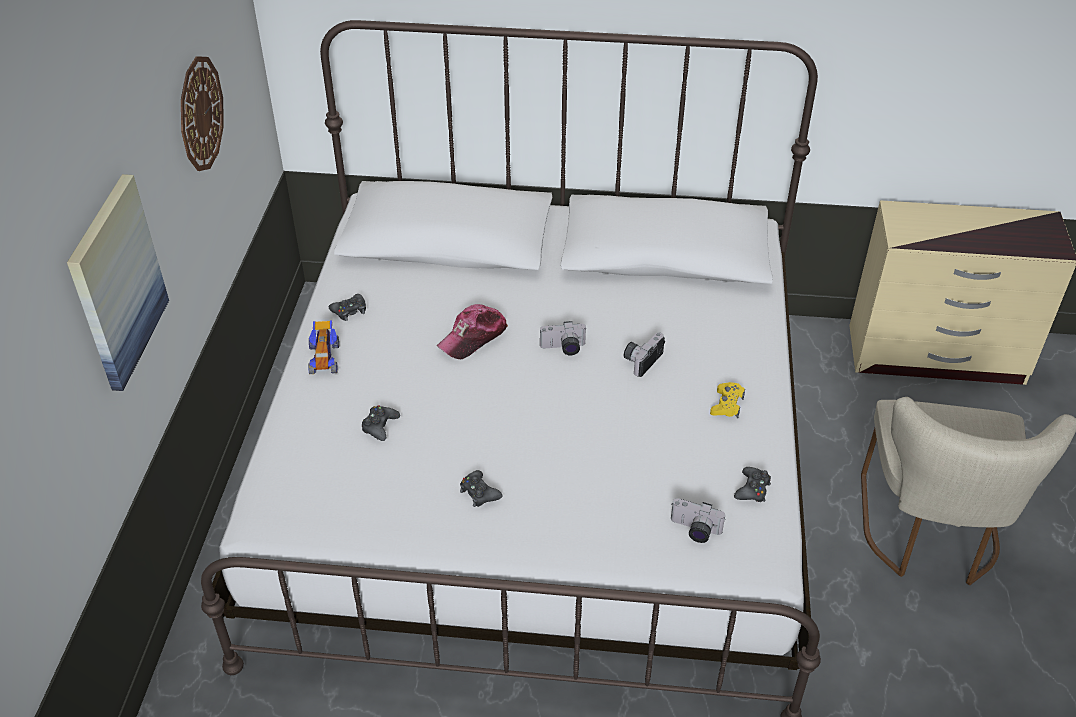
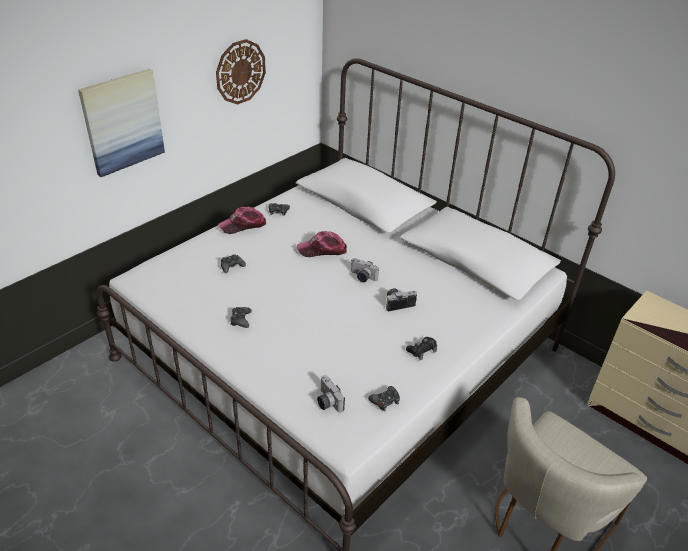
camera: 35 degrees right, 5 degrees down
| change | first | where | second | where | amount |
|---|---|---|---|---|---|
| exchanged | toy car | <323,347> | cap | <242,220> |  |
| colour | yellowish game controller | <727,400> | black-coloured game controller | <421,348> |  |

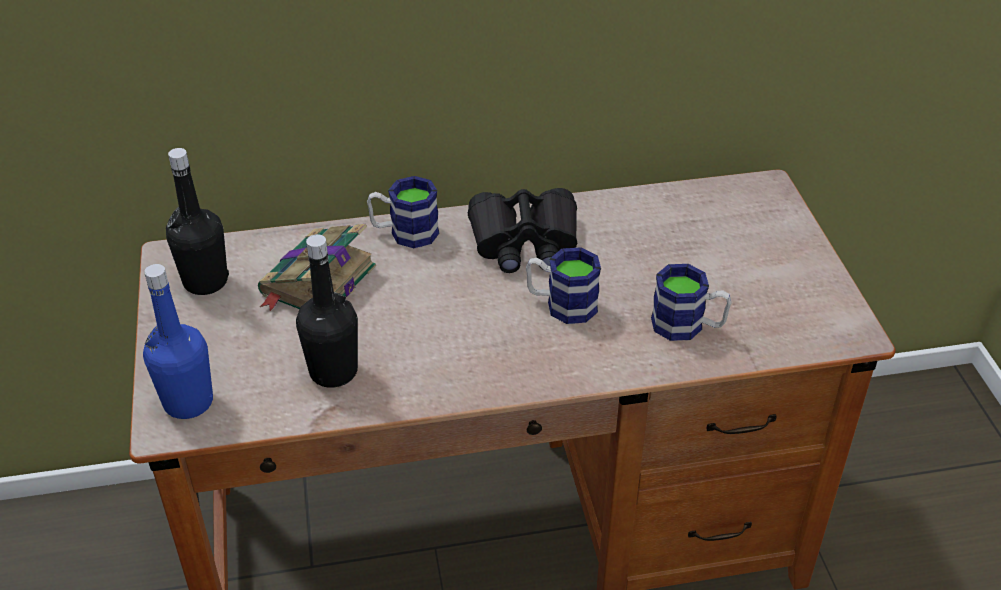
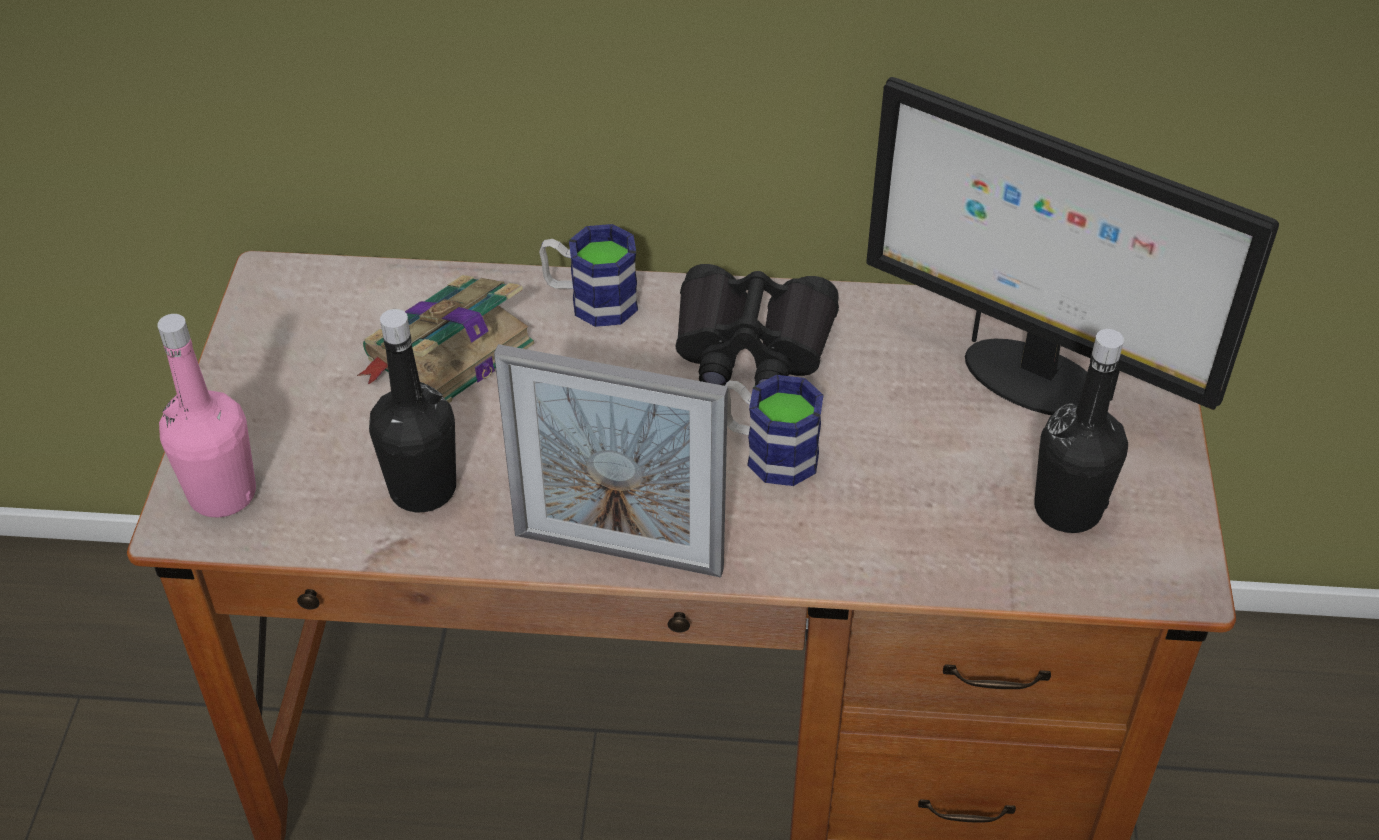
camera: 15 degrees right, 5 degrees up
| change | first | where | second | where | amount |
|---|---|---|---|---|---|
| missing | mug | <691,302> |  |  |  |
| appeared |  |  | standing frame | <611,461> |  |
| appeared |  |  | monitor | <1072,246> |  |
| relocated | black-coloured bottle | <197,221> |  | <1081,431> |  |
| colour | bluish bottle | <178,341> | pink-coloured bottle | <206,416> |  |

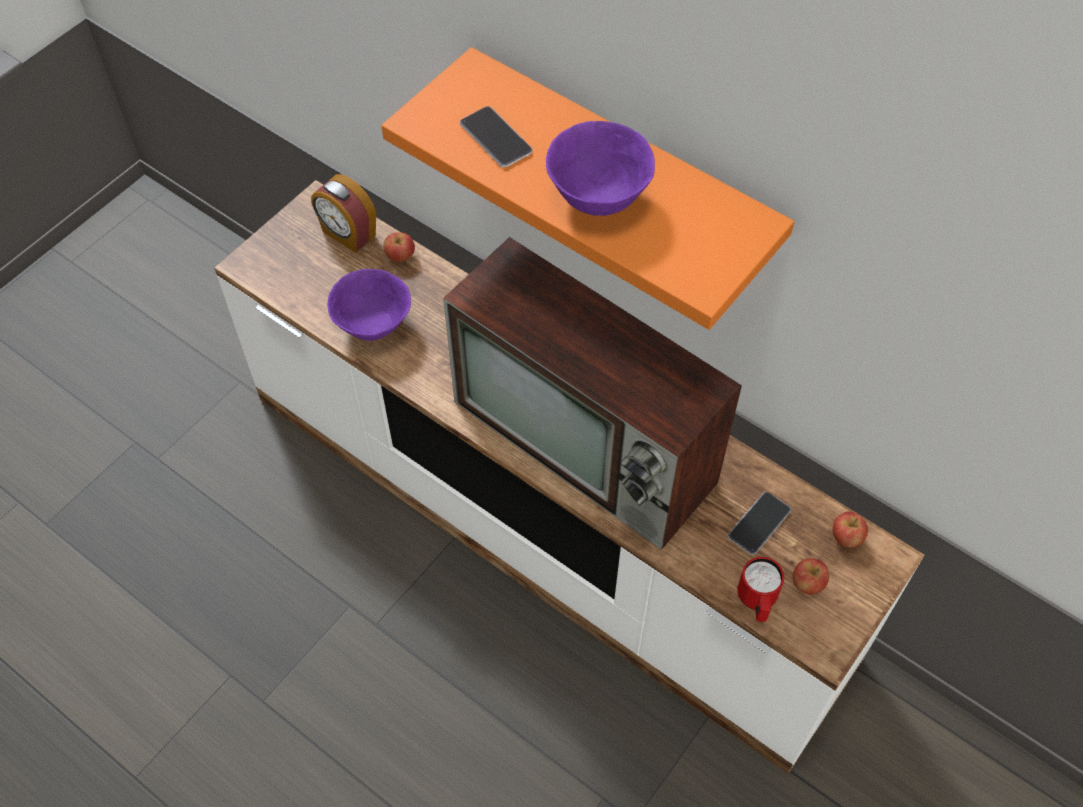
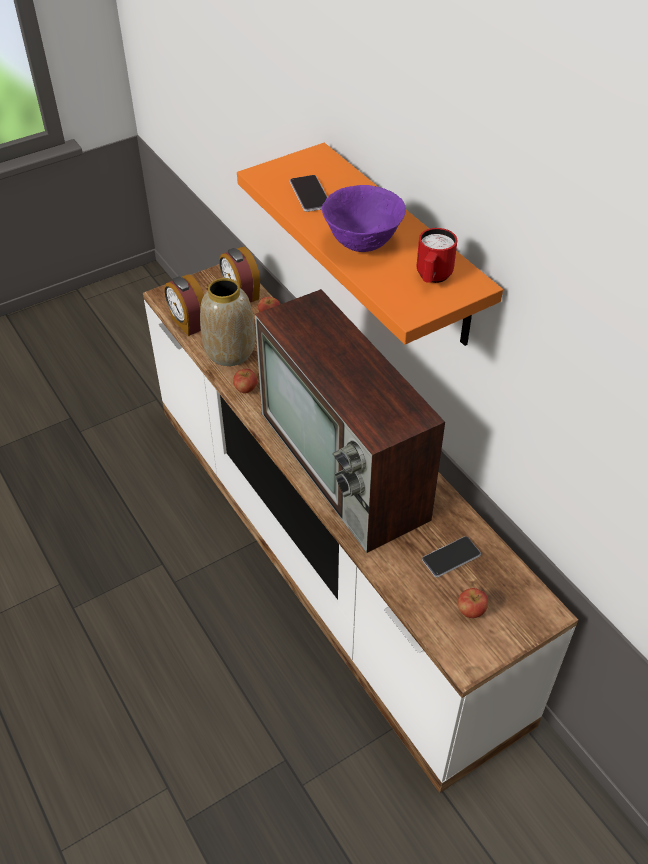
camera: 20 degrees right, 10 degrees down
| change | first | where | second | where | amount |
|---|---|---|---|---|---|
| appeared |  |  | bedside clock | <184,305> |  |
| relocated | red mug | <761,589> |  | <437,255> |  |
| relocated | apple fruit | <850,529> |  | <245,381> |  |
| exchanged | purple bowl | <369,305> | decorative vase | <227,322> |  |

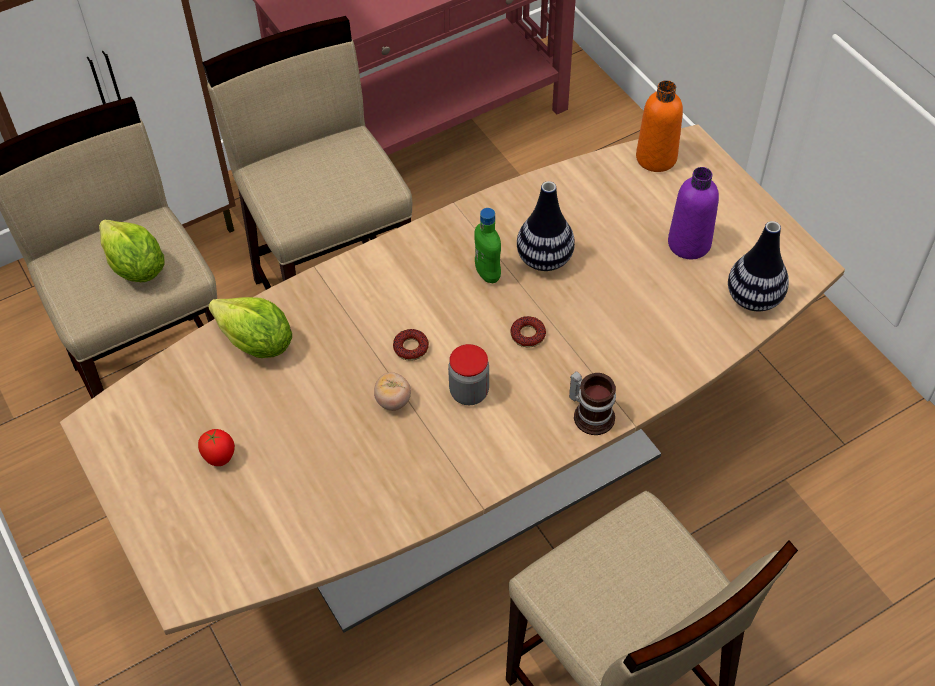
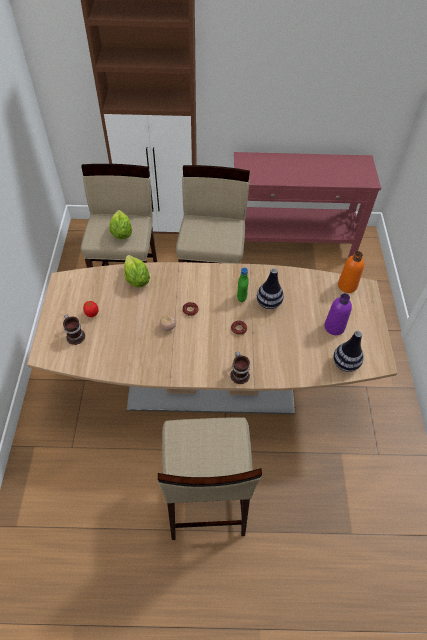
camera: 30 degrees right, 0 degrees up
| change | first | where | second | where | amount |
|---|---|---|---|---|---|
| missing | jar | <468,374> |  |  |  |
| appeared |  |  | mug | <74,330> |  |

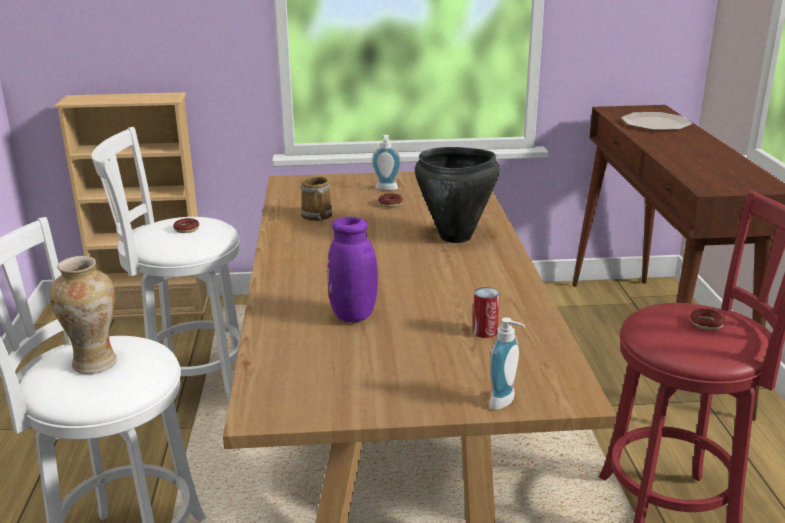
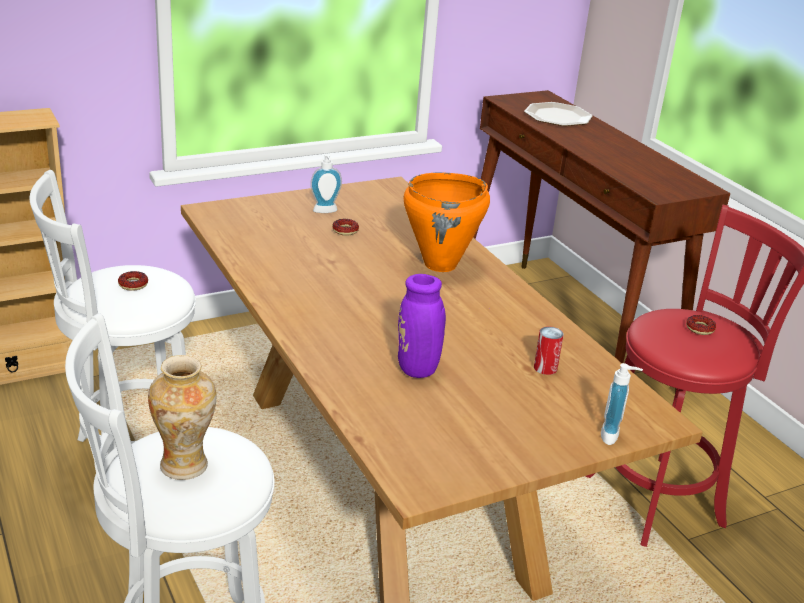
camera: 25 degrees left, 5 degrees up
| change | first | where | second | where | amount |
|---|---|---|---|---|---|
| missing | mug | <316,198> |  |  |  |
| colour | black-coloured stockpot | <457,195> | orange stockpot | <447,222> |  |

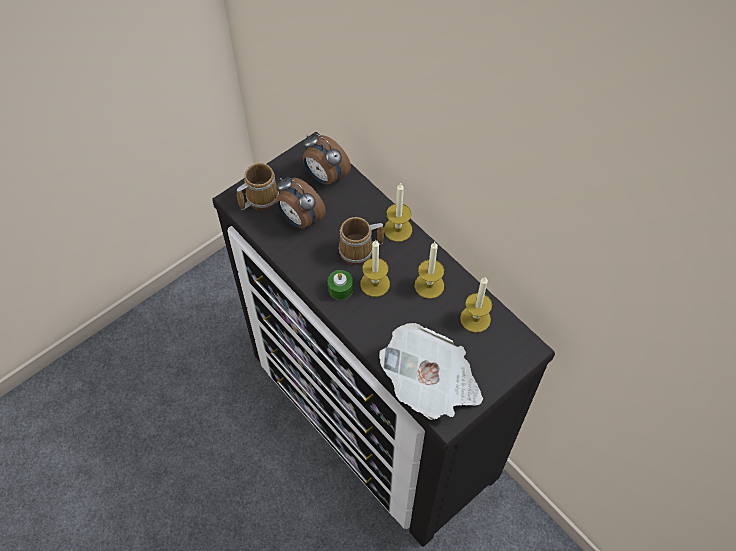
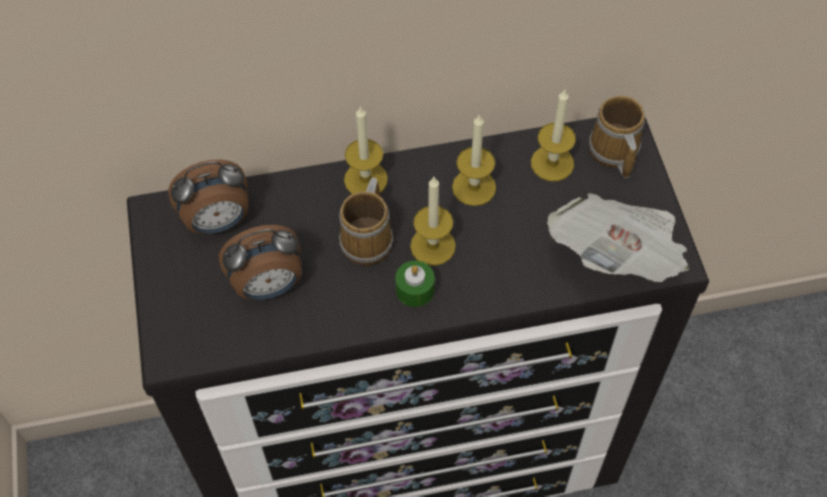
camera: 60 degrees left, 0 degrees up
| change | first | where | second | where | amount |
|---|---|---|---|---|---|
| relocated | mug | <258,186> |  | <617,136> |  |

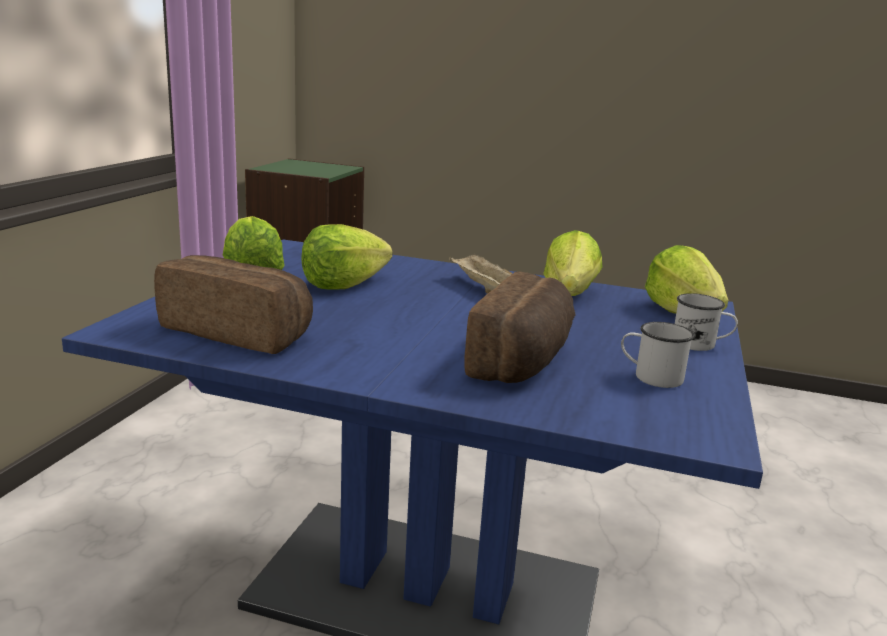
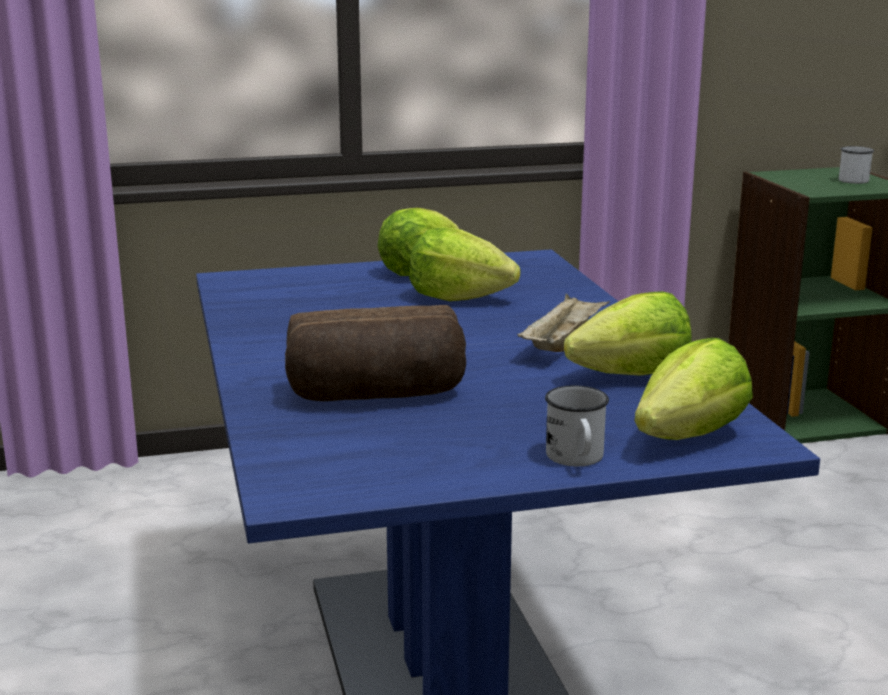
camera: 60 degrees right, 0 degrees up
| change | first | where | second | where | amount |
|---|---|---|---|---|---|
| missing | bakery bread | <233,304> |  |  |  |
| relocated | whitish mug | <657,355> |  | <856,165> |  |

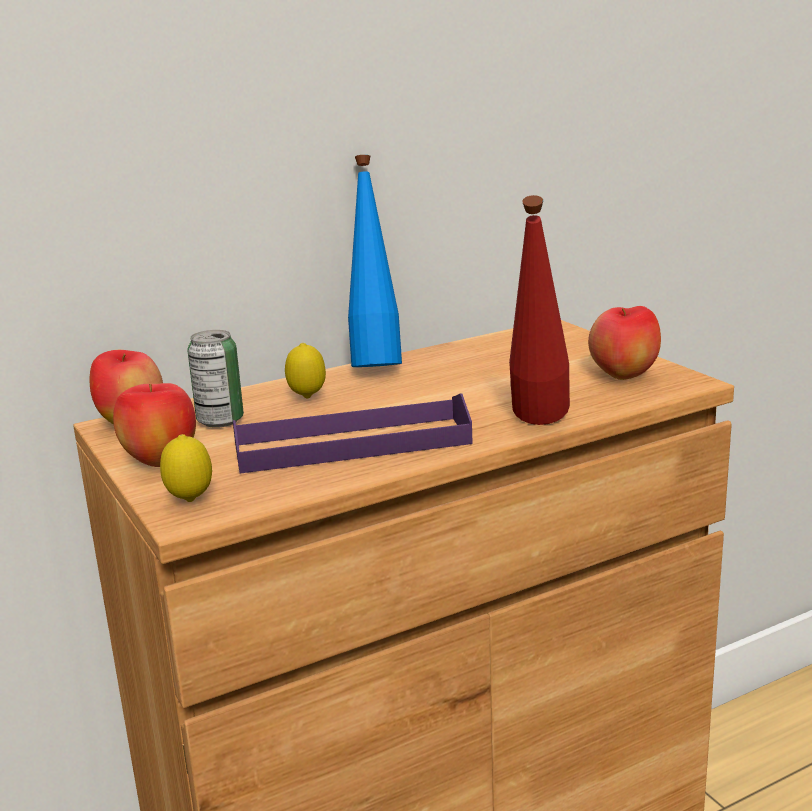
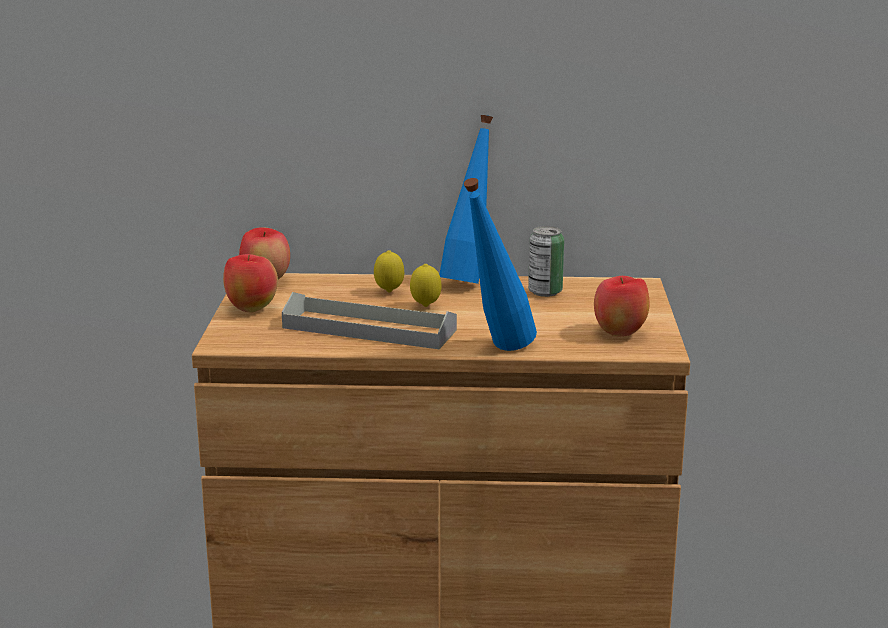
camera: 30 degrees right, 0 degrees up
| change | first | where | second | where | amount |
|---|---|---|---|---|---|
| relocated | lemon | <186,468> |  | <426,285> |  |
| relocated | metal can | <215,379> |  | <546,261> |  |
| colour | purple tray | <353,433> | greyish tray | <369,320> |  |
| colour | red bottle | <539,310> | bluish bottle | <500,264> |  |

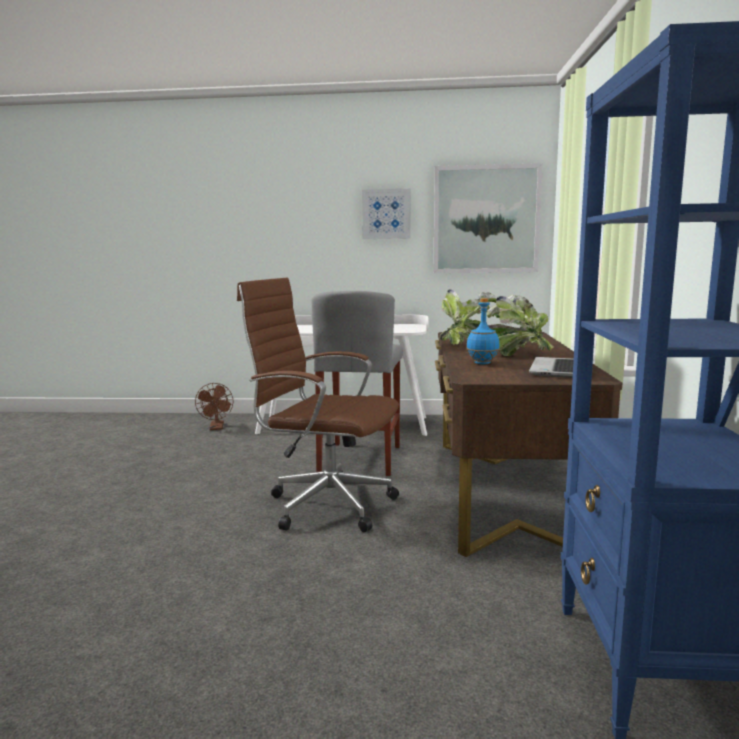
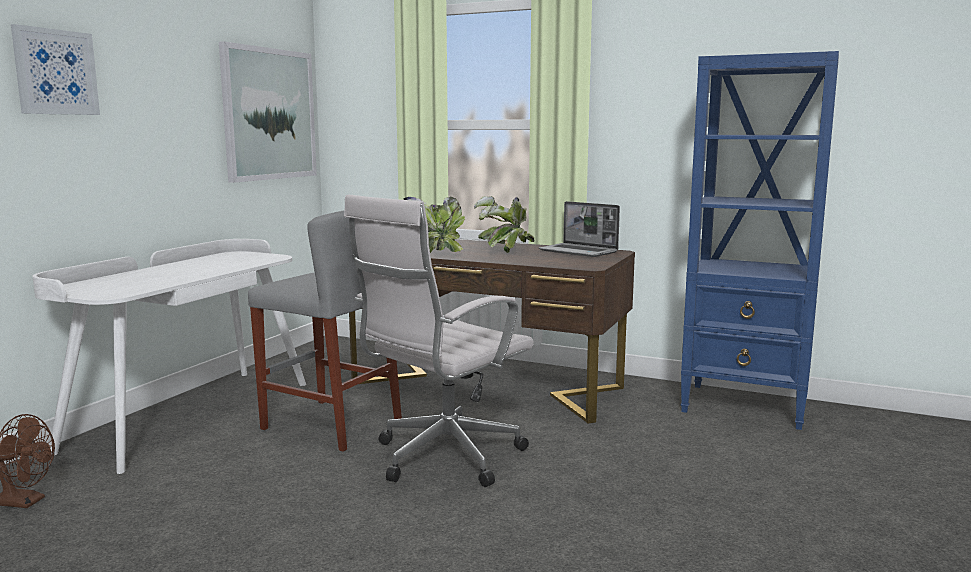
camera: 70 degrees left, 0 degrees up
| change | first | where | second | where | amount |
|---|---|---|---|---|---|
| missing | bluish bottle | <483,331> |  |  |  |
| relocated | wall art | <386,214> |  | <55,69> |  |
| colour | brownish computer chair | <318,405> | whitish computer chair | <439,341> |  |

